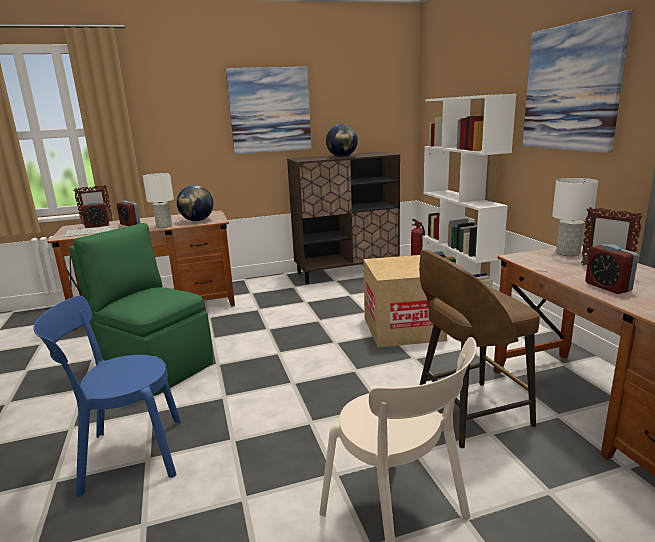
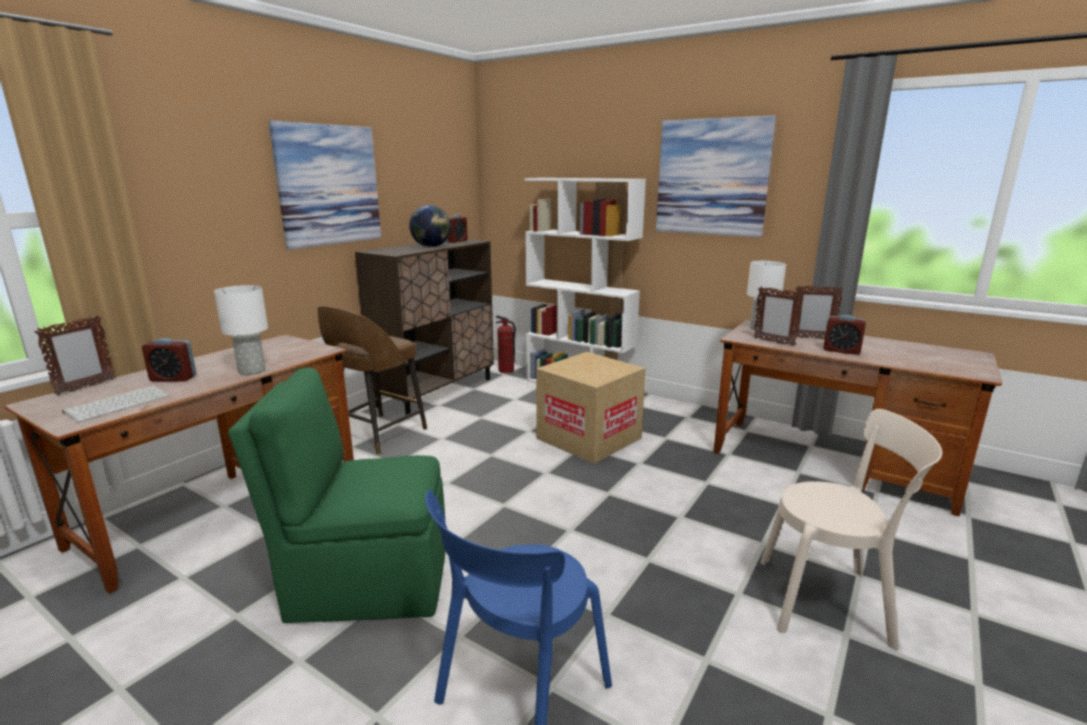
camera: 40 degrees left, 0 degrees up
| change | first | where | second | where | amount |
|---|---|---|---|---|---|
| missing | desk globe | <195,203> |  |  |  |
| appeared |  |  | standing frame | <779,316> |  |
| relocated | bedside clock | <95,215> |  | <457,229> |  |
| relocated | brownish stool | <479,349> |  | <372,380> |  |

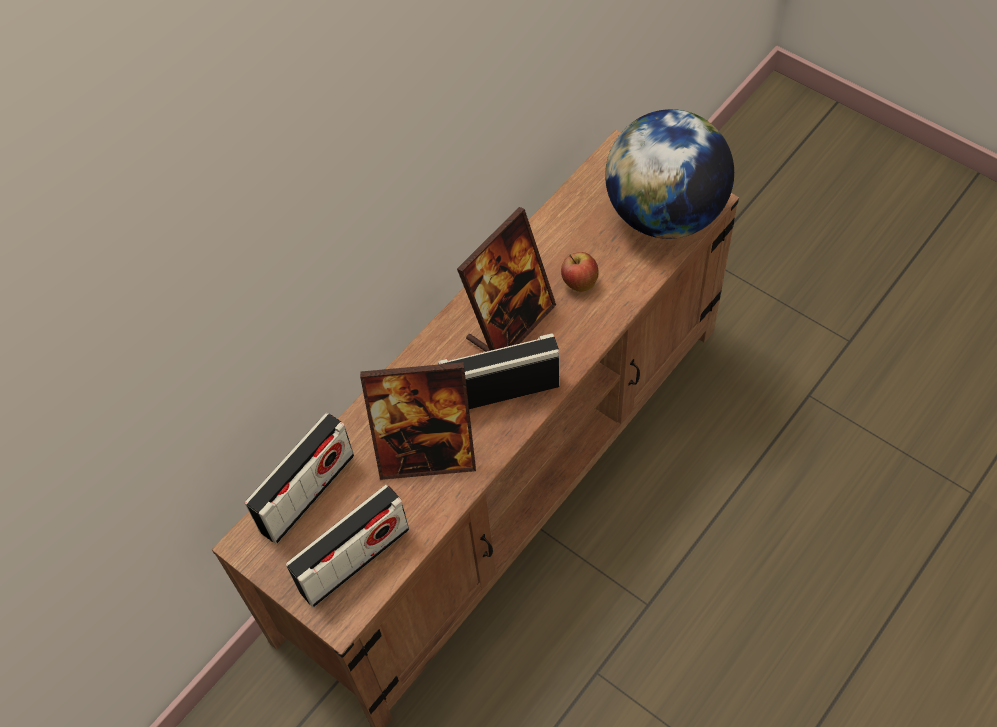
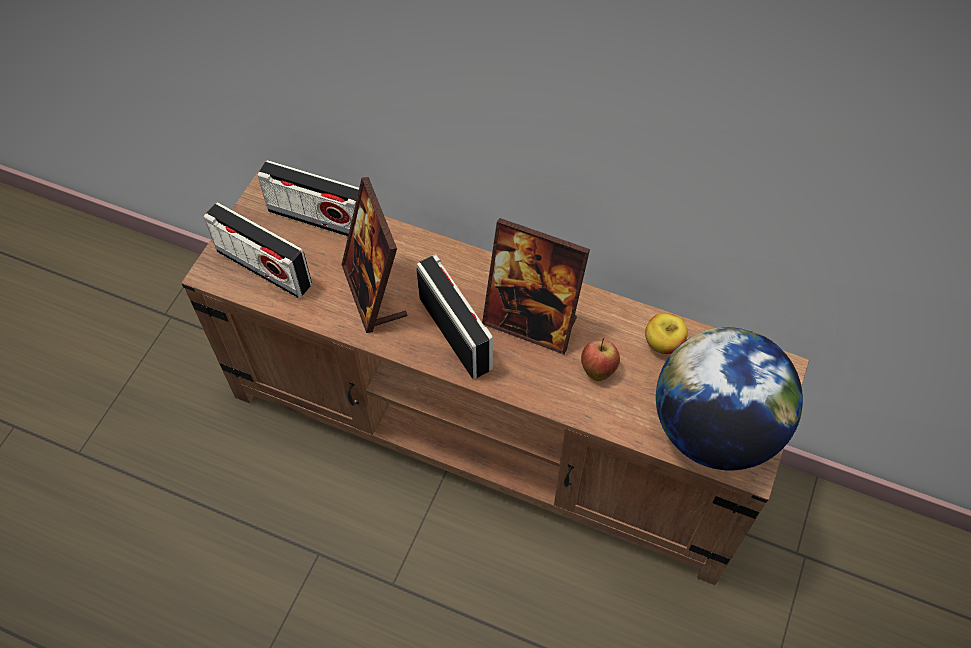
camera: 70 degrees right, 0 degrees up
| change | first | where | second | where | amount |
|---|---|---|---|---|---|
| appeared |  |  | apple fruit | <666,333> |  |

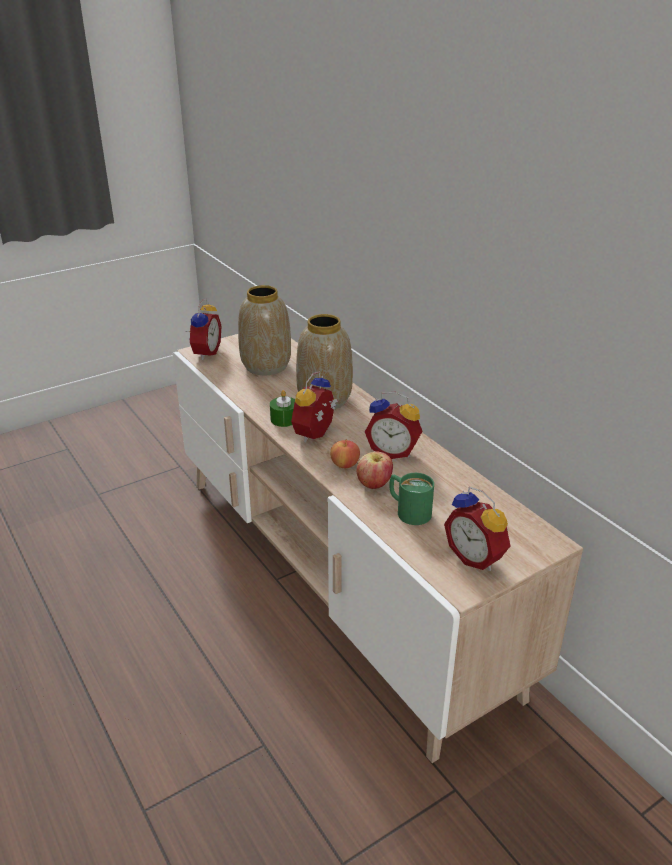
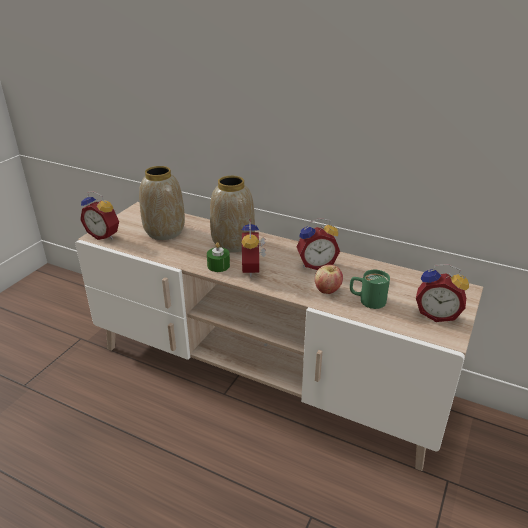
camera: 30 degrees left, 0 degrees up
| change | first | where | second | where | amount |
|---|---|---|---|---|---|
| missing | apple fruit | <345,453> |  |  |  |
| spun | bedside clock | <204,329> |  | <99,215> | 135 degrees clockwise |

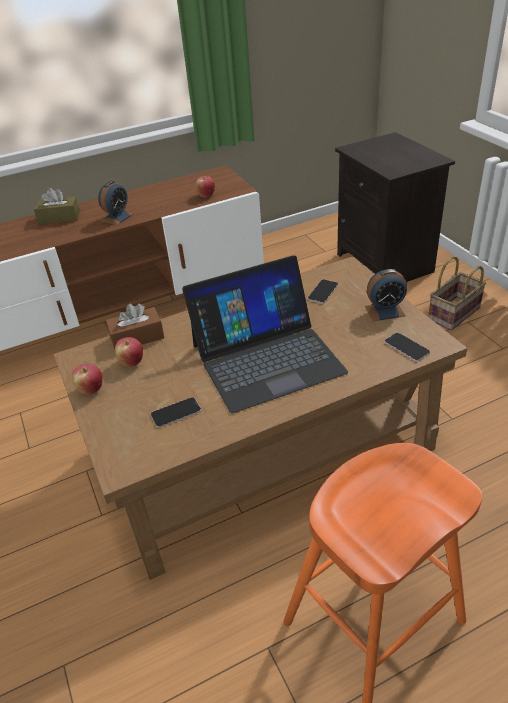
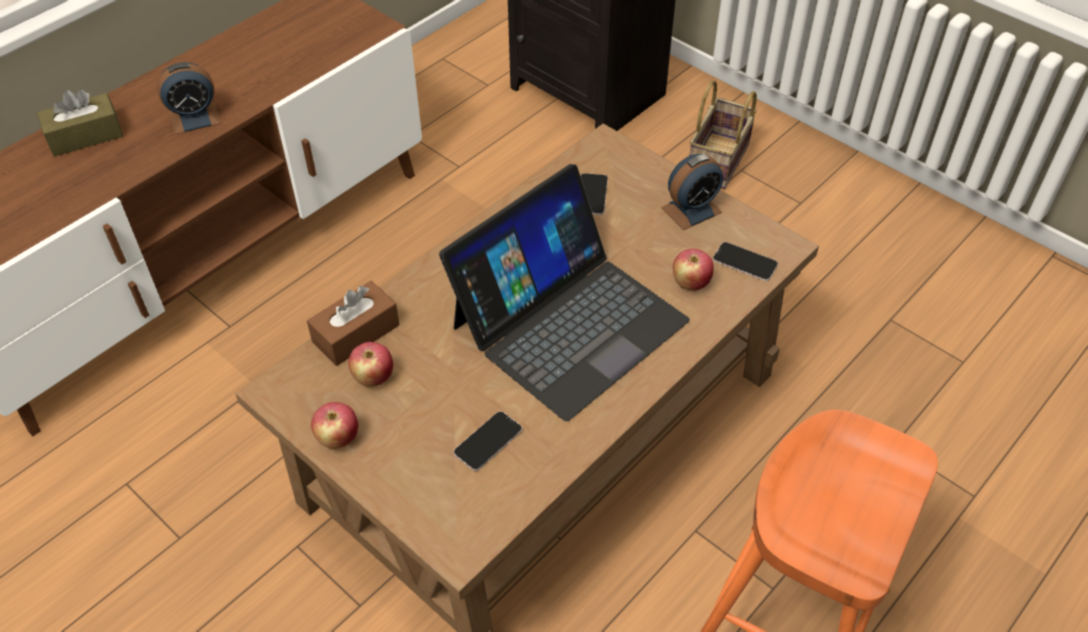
camera: 25 degrees left, 10 degrees up
| change | first | where | second | where | amount |
|---|---|---|---|---|---|
| relocated | apple fruit | <205,187> |  | <693,270> |  |
| spun | bedside clock | <115,203> |  | <189,98> | 60 degrees clockwise |

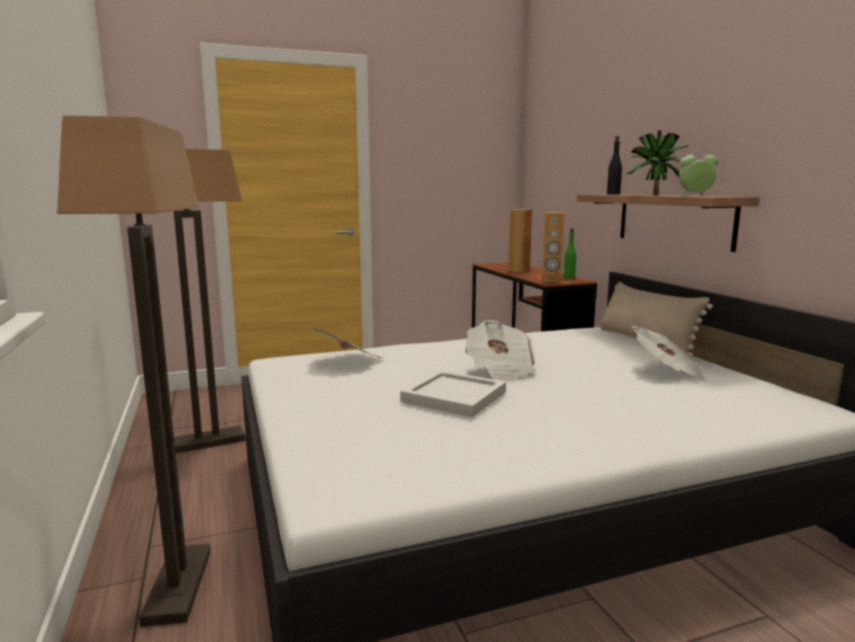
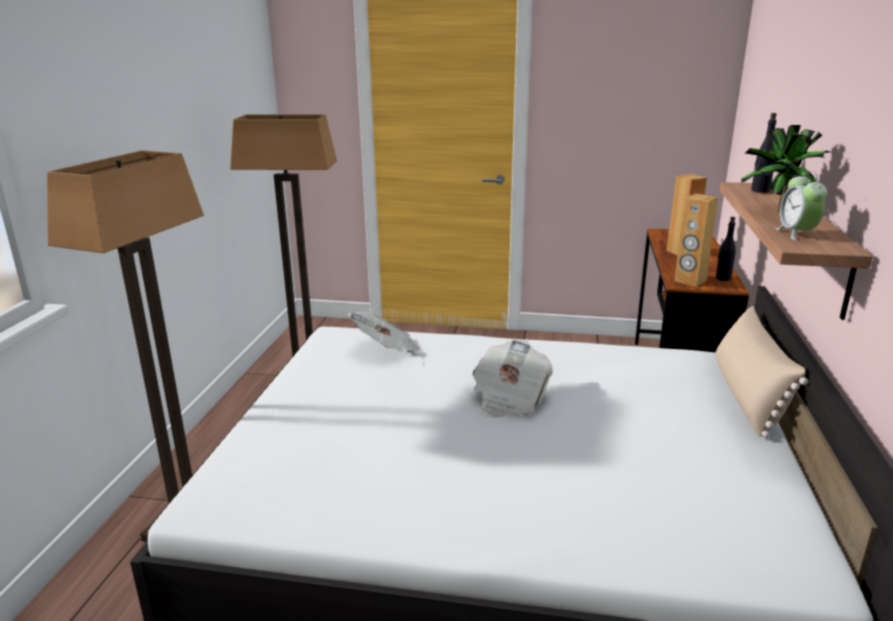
camera: 30 degrees right, 10 degrees up
| change | first | where | second | where | amount |
|---|---|---|---|---|---|
| missing | whitish tray | <453,394> |  |  |  |
| missing | daily paper | <669,353> |  |  |  |
| colour | green-coloured bottle | <570,254> | black-coloured bottle | <726,249> |  |
| spun | bedside clock | <698,172> |  | <801,206> | 120 degrees counterclockwise |

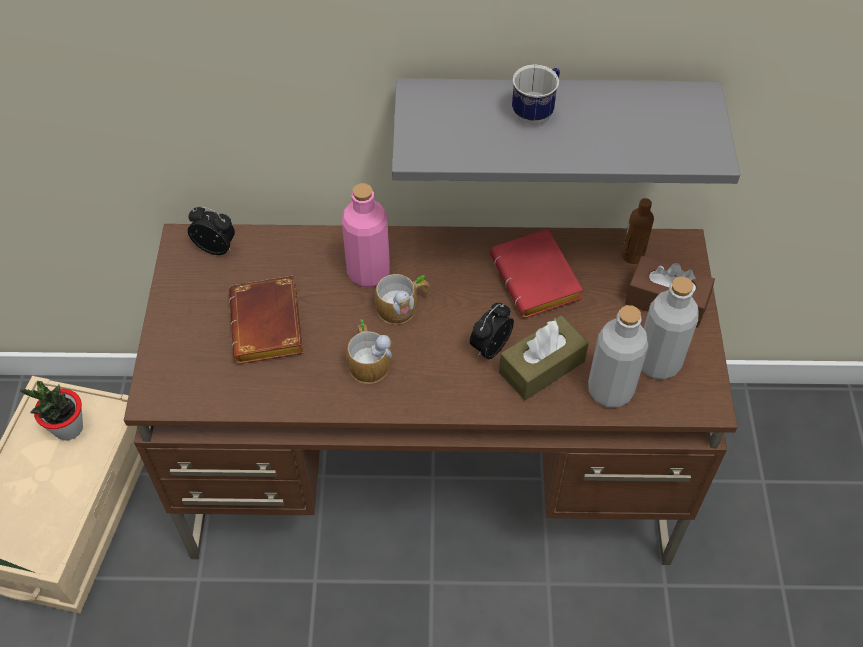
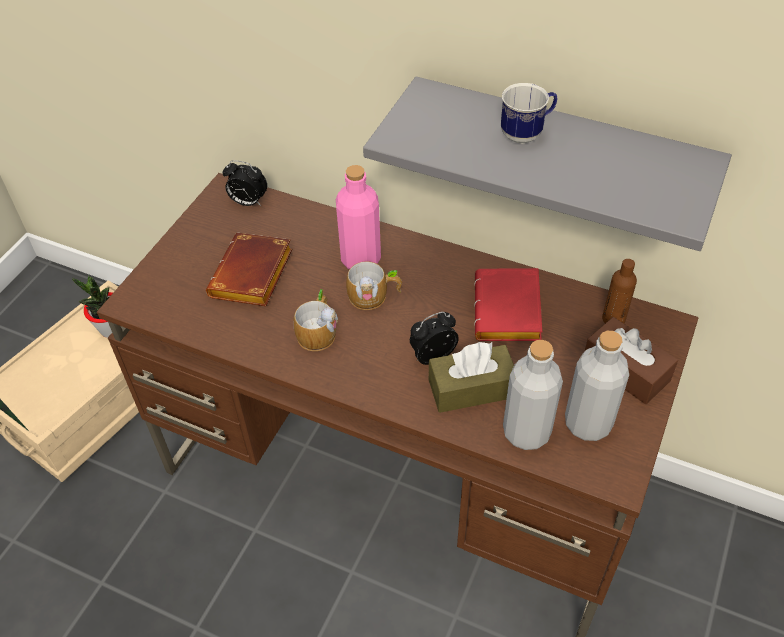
camera: 25 degrees right, 5 degrees down
| change | first | where | second | where | amount |
|---|---|---|---|---|---|
| spun | bedside clock | <211,230> |  | <244,183> | 150 degrees clockwise |

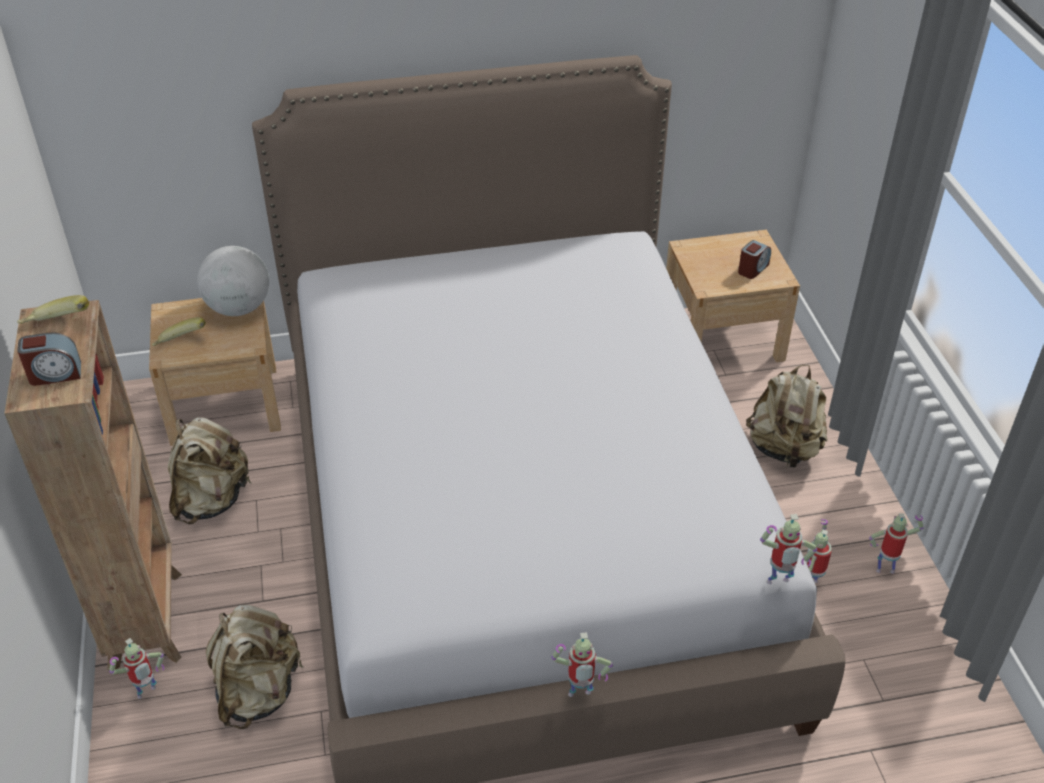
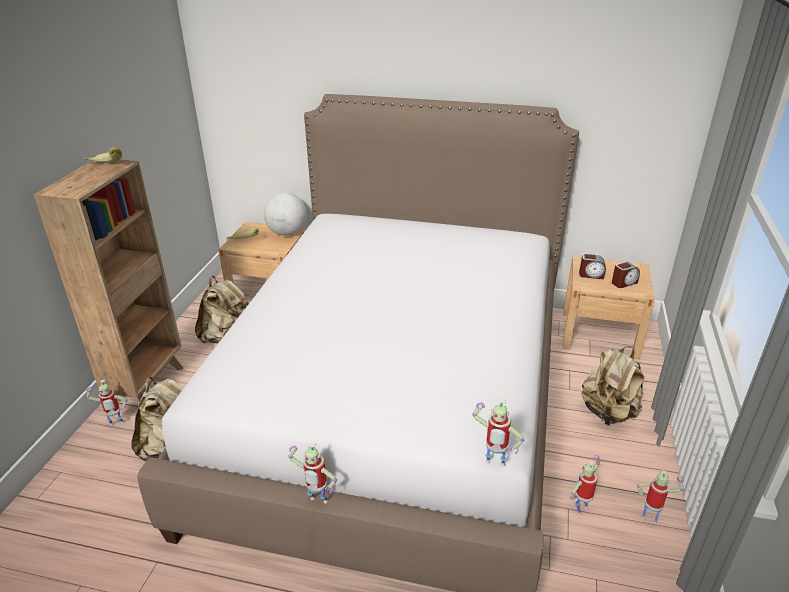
camera: 25 degrees right, 10 degrees down
| change | first | where | second | where | amount |
|---|---|---|---|---|---|
| relocated | bedside clock | <49,359> |  | <592,266> |  |

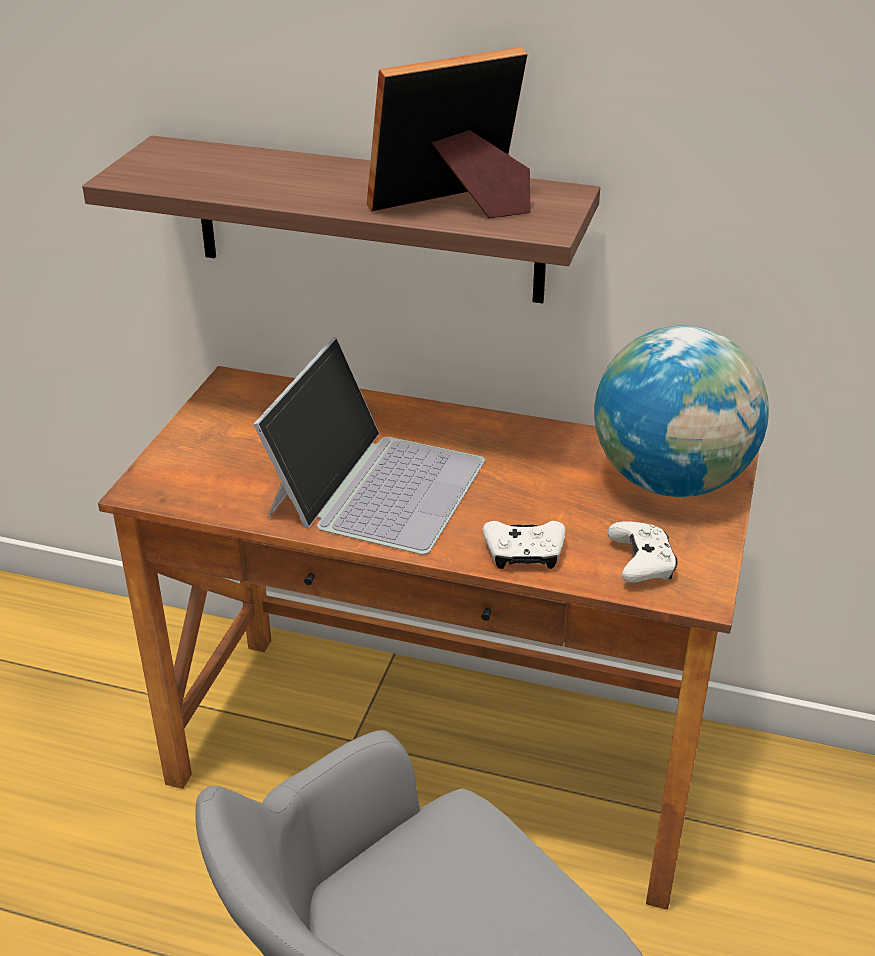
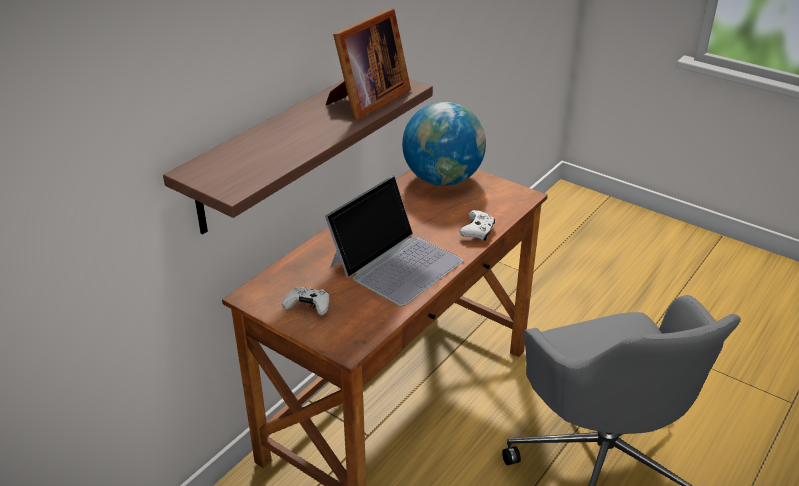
camera: 70 degrees left, 0 degrees up
| change | first | where | second | where | amount |
|---|---|---|---|---|---|
| relocated | whitish game controller | <642,552> |  | <305,301> |  |
| spun | notebook computer | <369,446> |  | <394,241> | 90 degrees clockwise |
| spun | standing frame | <448,133> |  | <368,64> | 135 degrees counterclockwise |

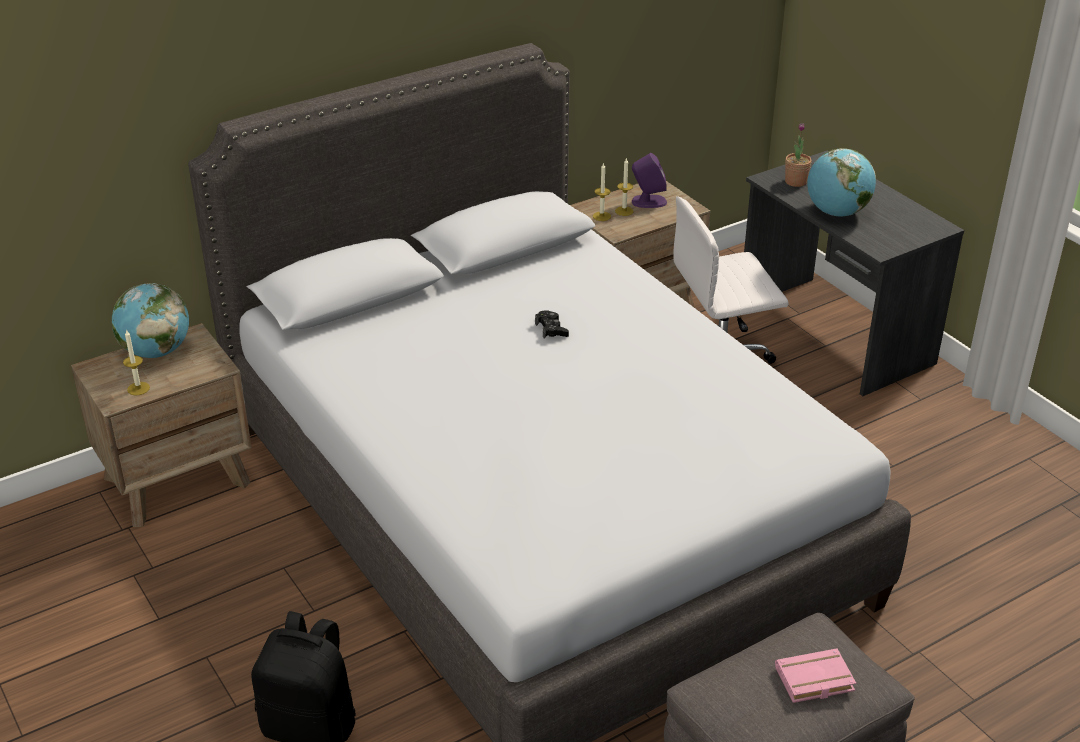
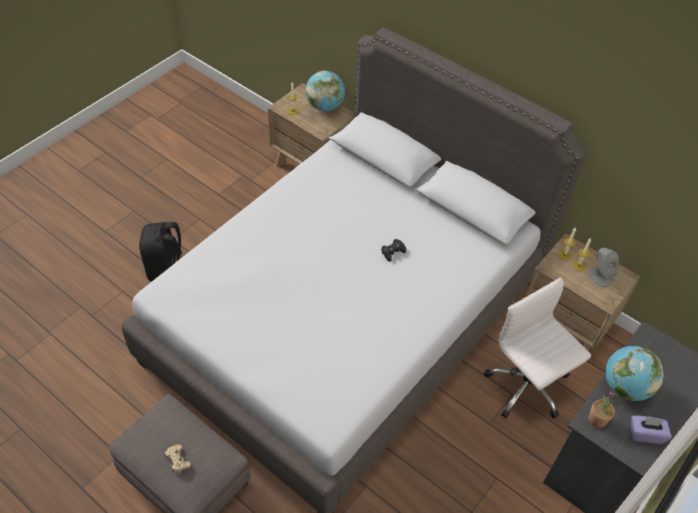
camera: 70 degrees right, 15 degrees up
| change | first | where | second | where | amount |
|---|---|---|---|---|---|
| appeared |  |  | purple tissue holder | <651,430> |  |
| relocated | houseplant | <798,155> |  | <601,409> |  |
| exchanged | pink-coloured book | <815,675> | sand-coloured game controller | <178,458> |  |
| colour | purple audio speaker | <649,180> | greyish audio speaker | <604,267> |  |

